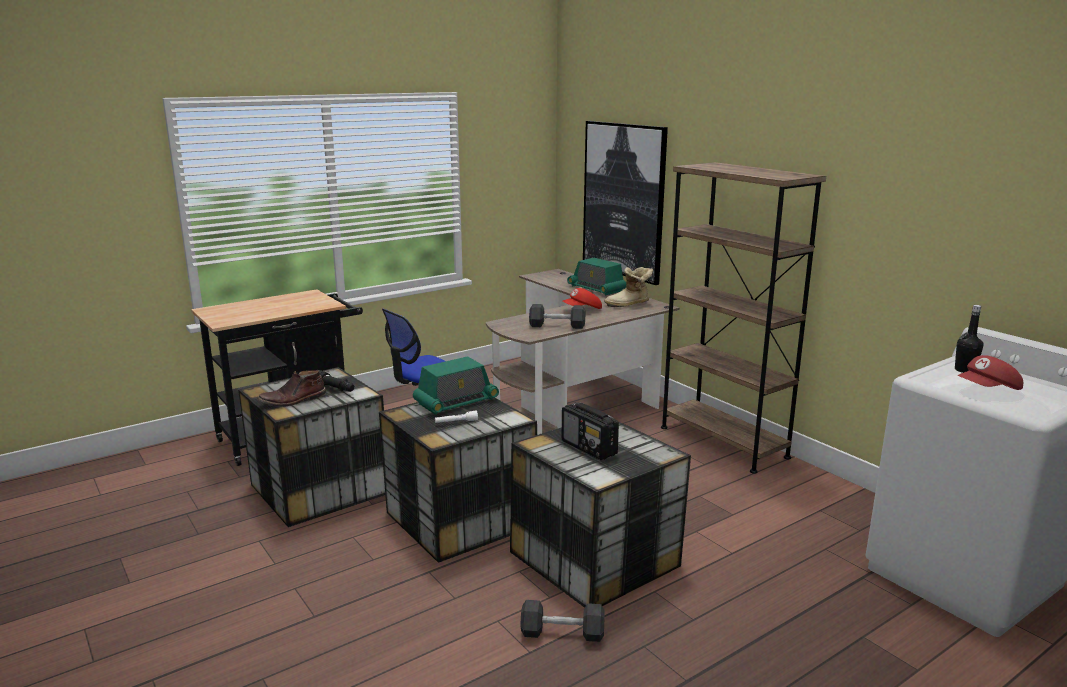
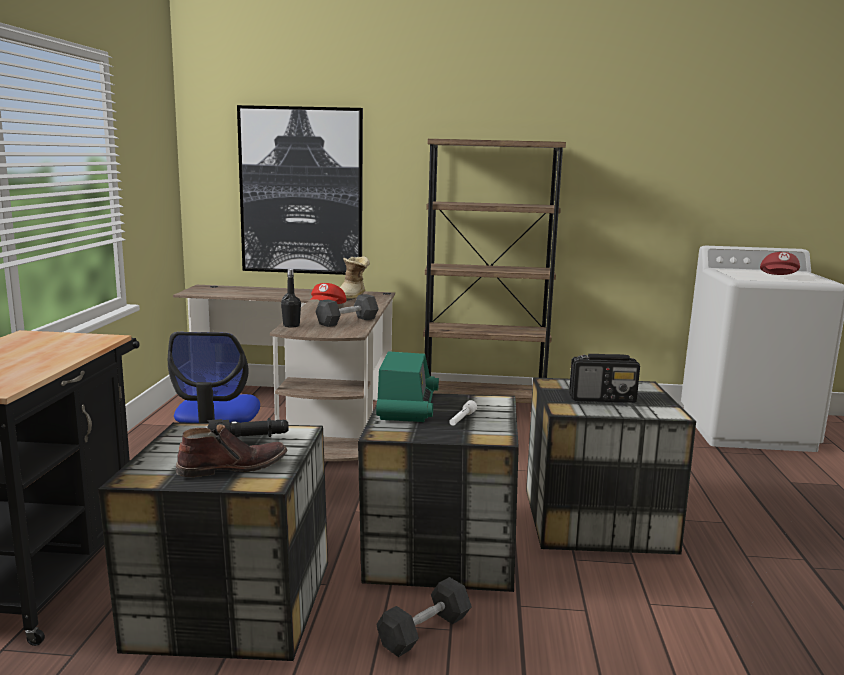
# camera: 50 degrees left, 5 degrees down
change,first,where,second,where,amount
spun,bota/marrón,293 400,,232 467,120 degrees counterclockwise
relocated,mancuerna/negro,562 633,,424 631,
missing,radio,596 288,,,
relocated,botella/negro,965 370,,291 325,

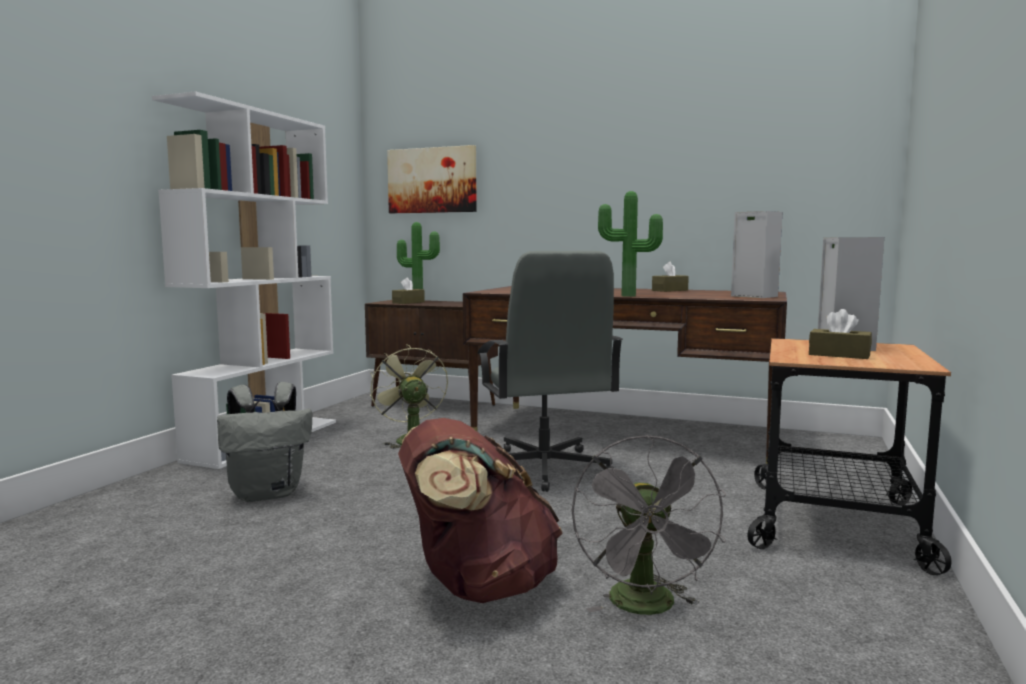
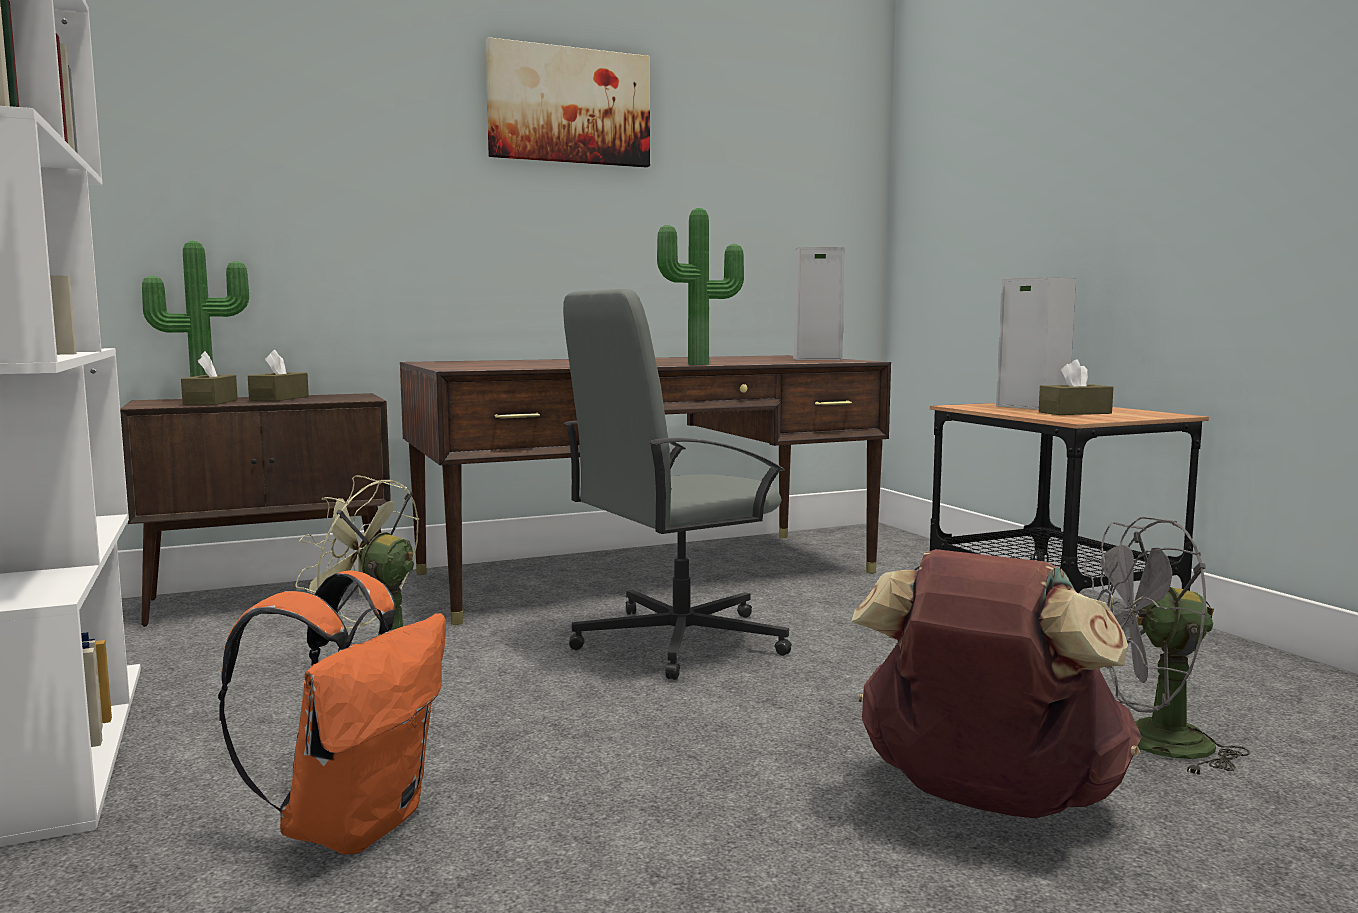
# camera: 45 degrees left, 0 degrees up
change,first,where,second,where,amount
colour,mochila/gris,268 493,mochila/naranja,353 825,
relocated,cuadro,432 180,,569 106,
spun,silla de oficina/gris,543 469,,676 641,120 degrees clockwise
spun,ventilador/gris,647 608,,1148 744,135 degrees clockwise
relocated,caja de pañuelos/marrón,670 290,,279 398,

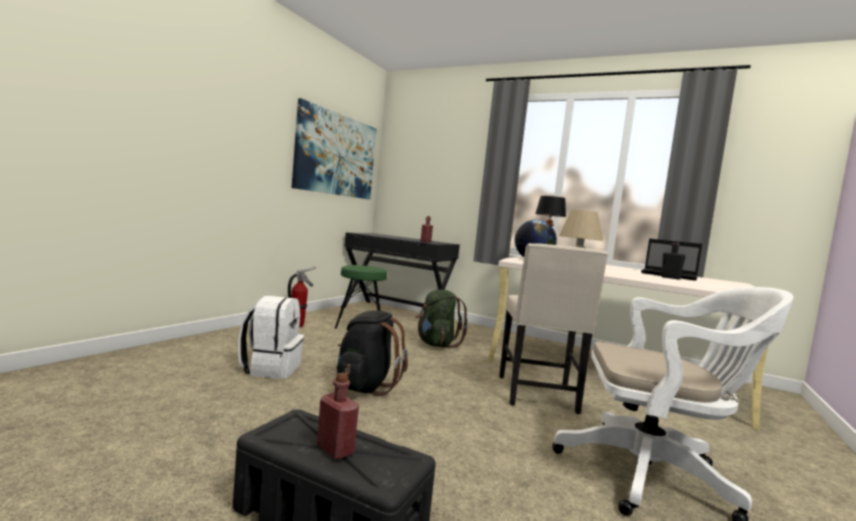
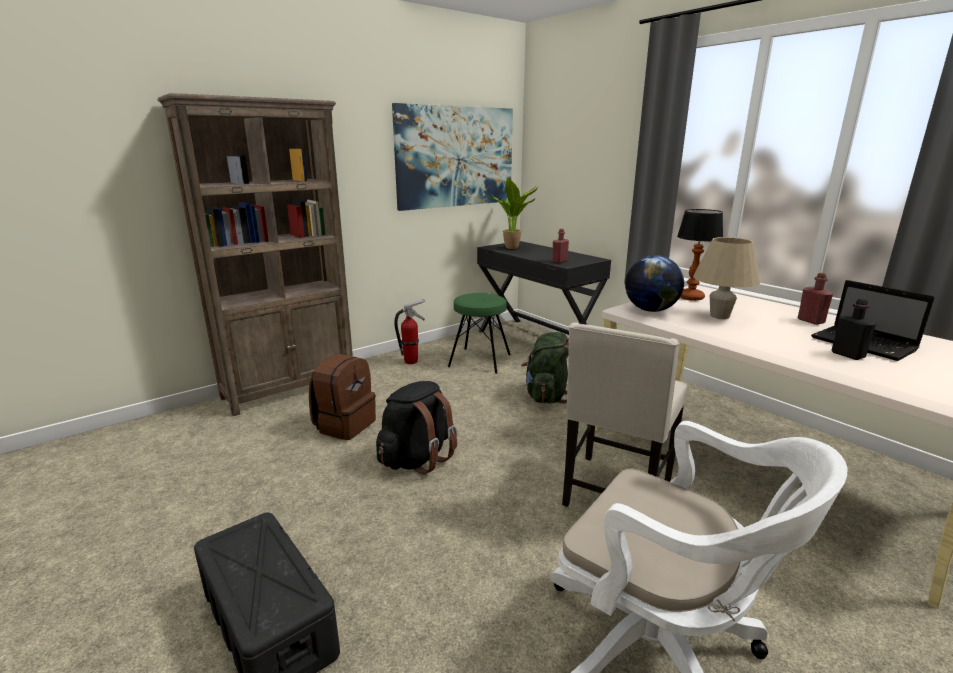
# camera: 25 degrees right, 15 degrees up
change,first,where,second,where,amount
colour,mochila/blanco,271 368,mochila/marrón,344 425,
relocated,botella/rojo,335 450,,810 321,
appeared,,,estantería/marrón,291 389,
appeared,,,planta en maceta,513 248,

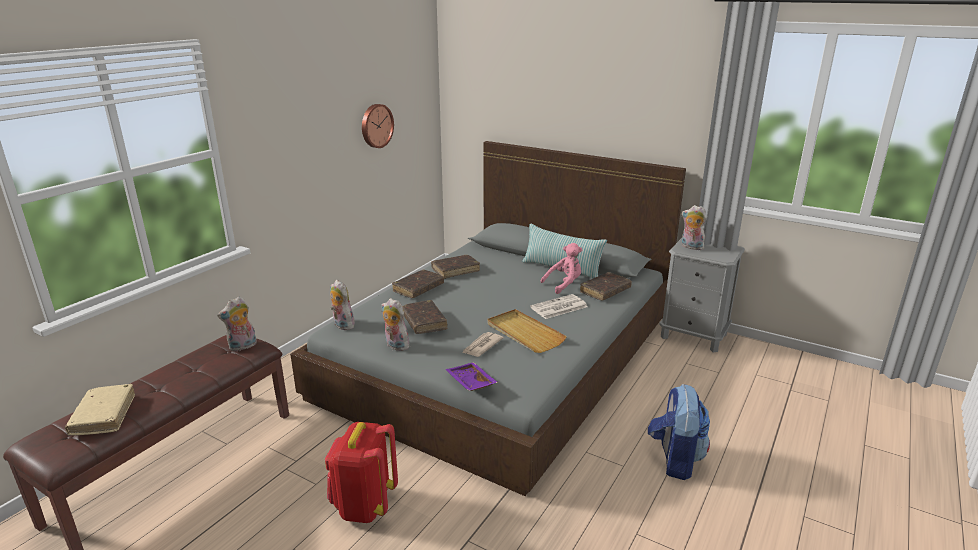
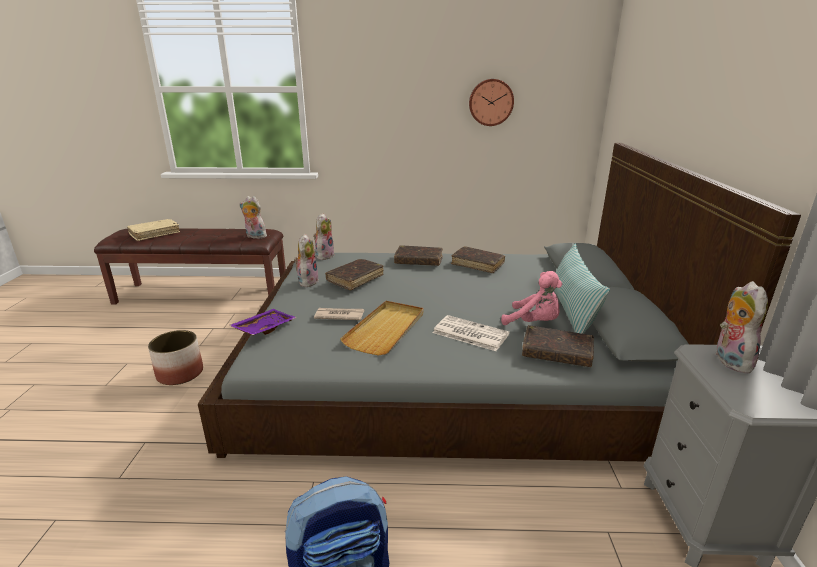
# camera: 60 degrees right, 0 degrees up
change,first,where,second,where,amount
exchanged,mochila/rojo,364 505,maceta,180 374,

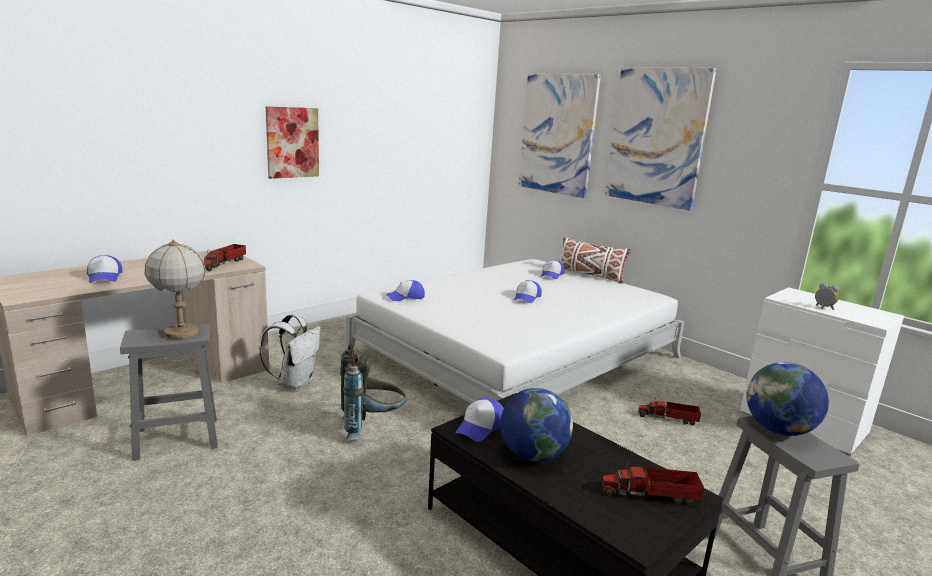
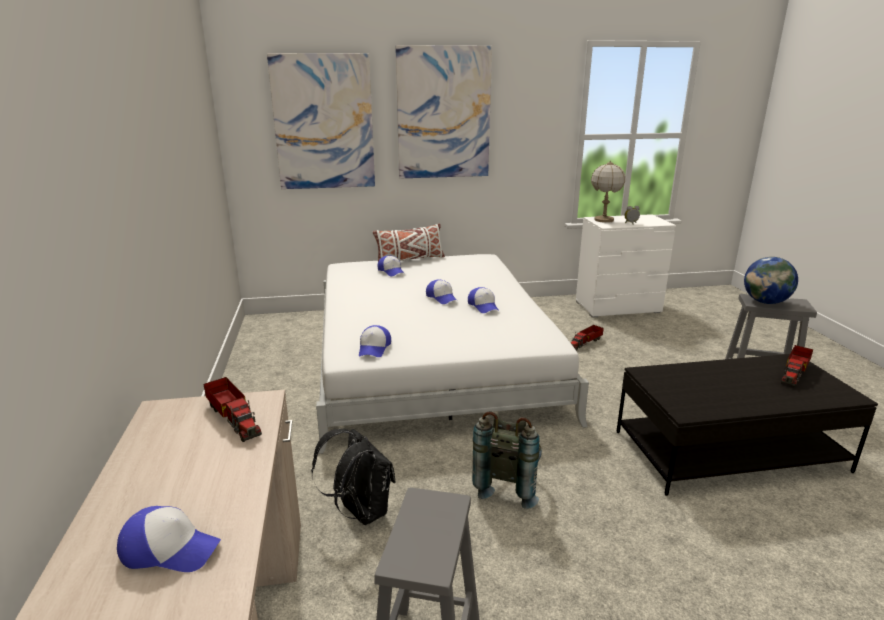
# camera: 55 degrees left, 5 degrees up
change,first,where,second,where,amount
relocated,lámpara de mesa,181 333,,604 220,
colour,mochila/blanco,295 383,mochila/negro,360 512,
missing,cuadro,292 142,,,
relocated,gorra,480 427,,483 306,
missing,globo terráqueo,532 455,,,

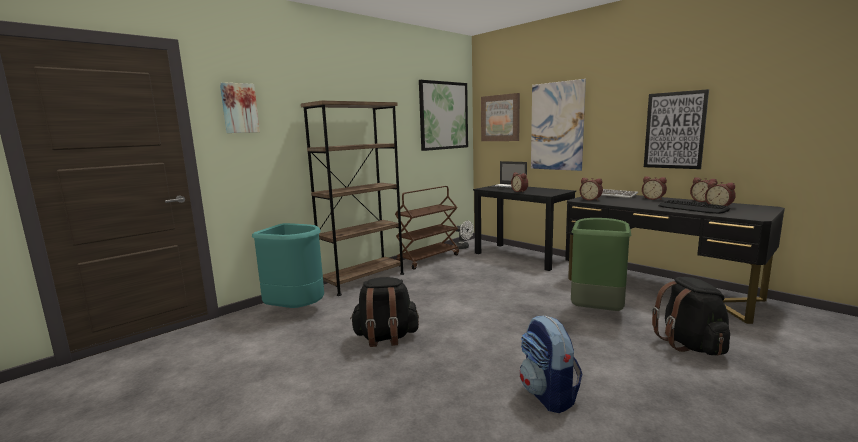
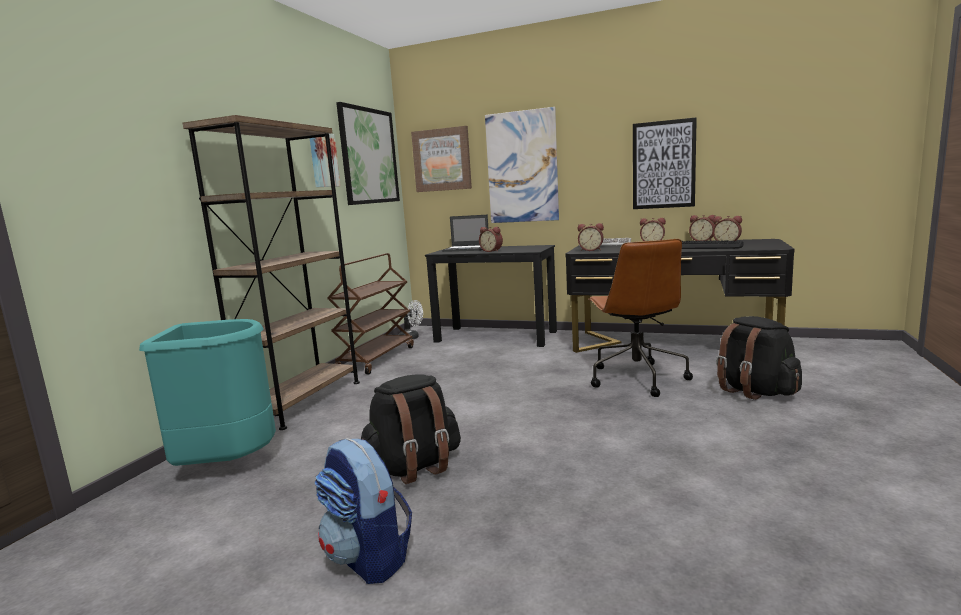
# camera: 25 degrees left, 0 degrees up
change,first,where,second,where,amount
relocated,cuadro,239 108,,323 160,
relocated,mochila,548 395,,368 558,
exchanged,papelera/verde,596 311,silla de oficina/marrón,636 378,

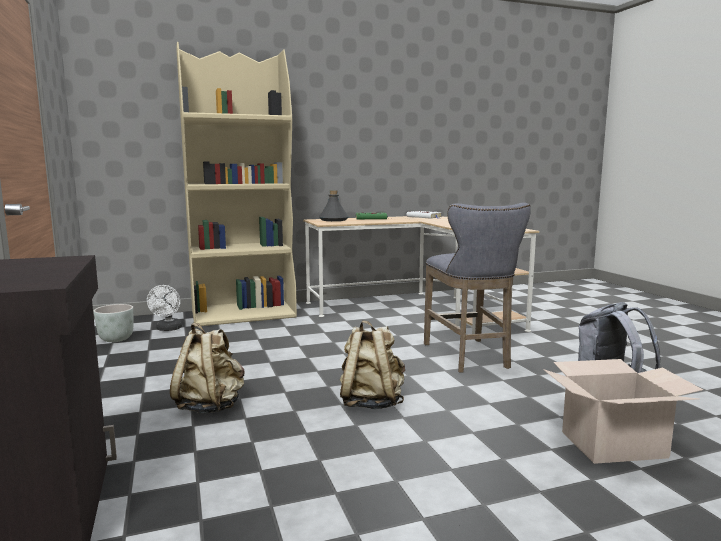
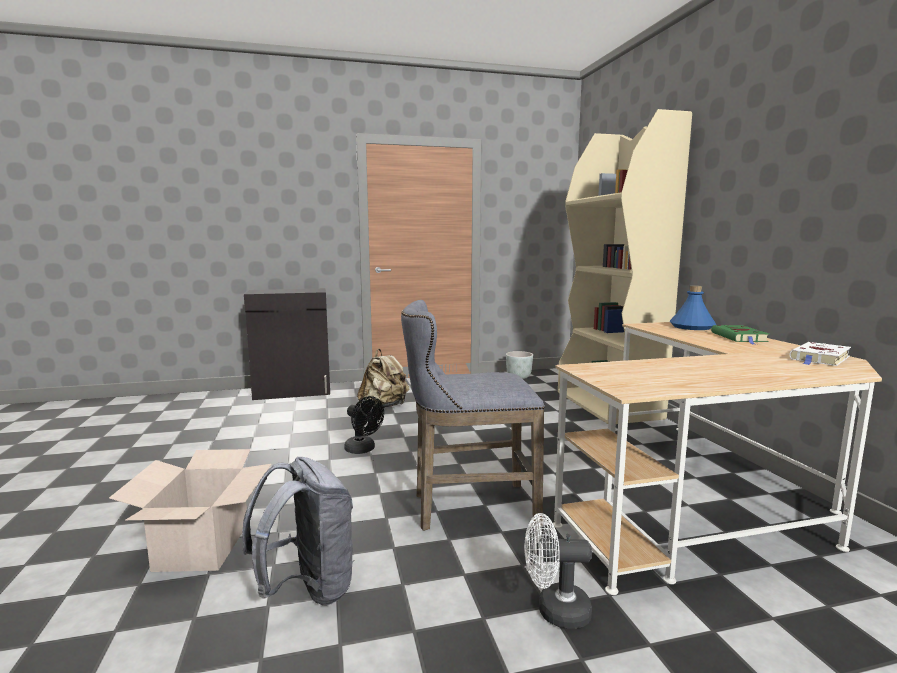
# camera: 95 degrees right, 0 degrees up
change,first,where,second,where,amount
relocated,ventilador/blanco,168 329,,555 611,
colour,botella/gris,333 220,botella/azul,692 327,
exchanged,mochila/beis,371 402,ventilador/negro,363 450,

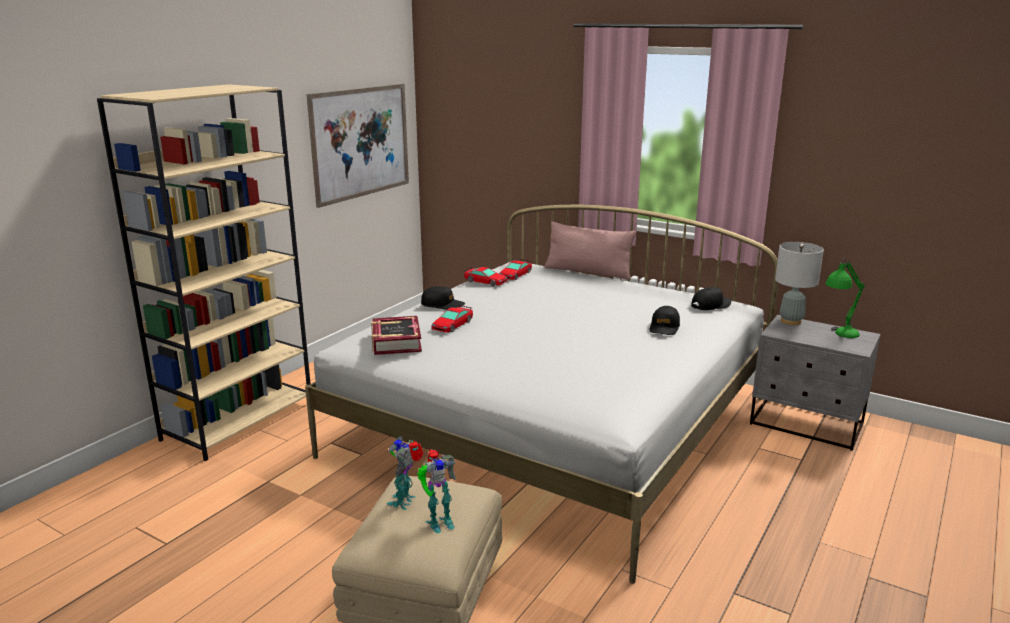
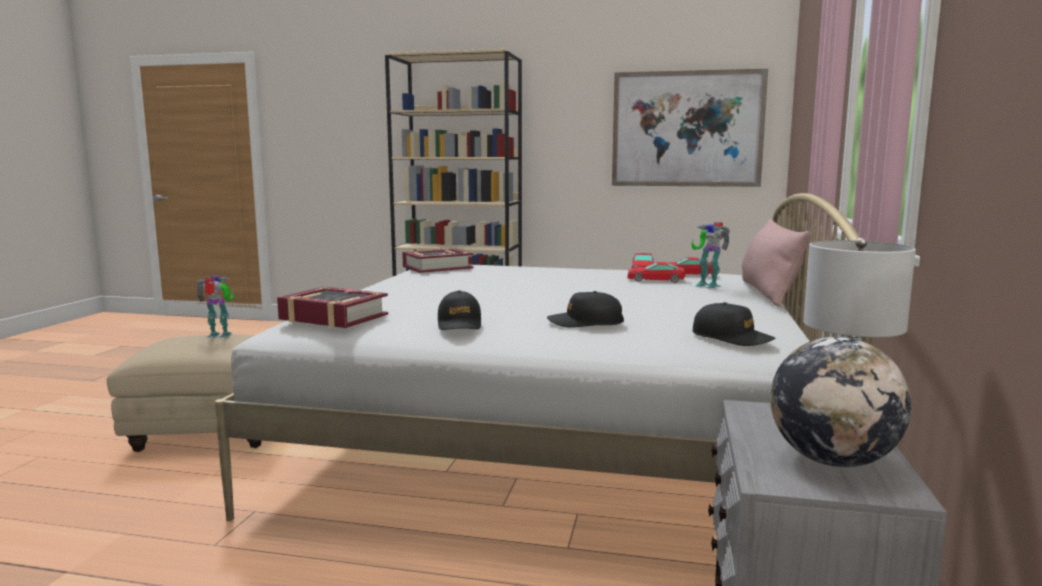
# camera: 70 degrees right, 10 degrees down
change,first,where,second,where,amount
relocated,robot de juguete,438 522,,707 285,
relocated,gorra/negro,442 305,,459 324,
relocated,coche de juguete,452 325,,656 280,
exchanged,lámpara de mesa/verde,838 336,globo terráqueo,833 461,
appeared,,,libro,333 317,

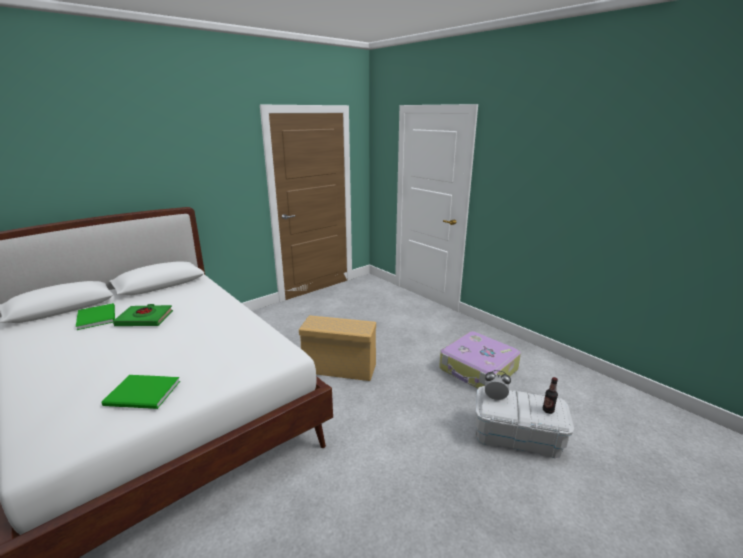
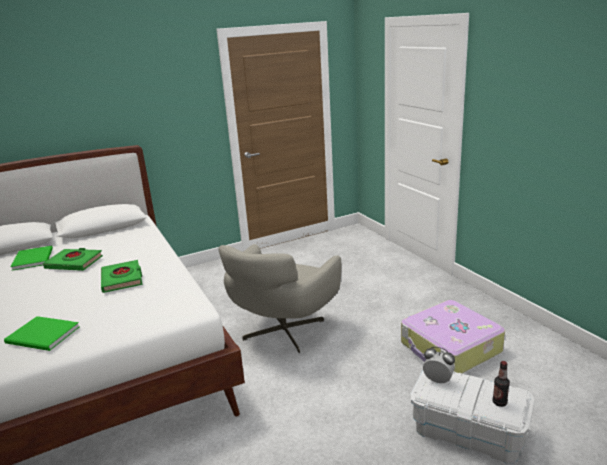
# camera: 15 degrees right, 0 degrees up
change,first,where,second,where,amount
exchanged,caja de almacenaje/beis,338 368,sillón/gris,282 332,
appeared,,,libro/verde,122 279,

